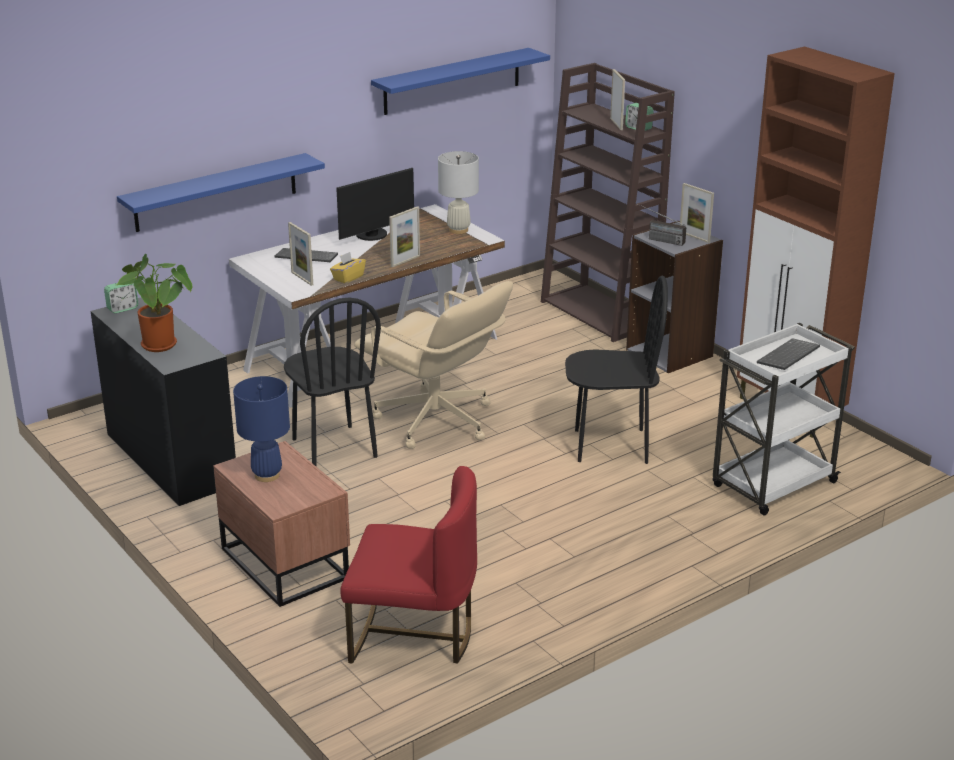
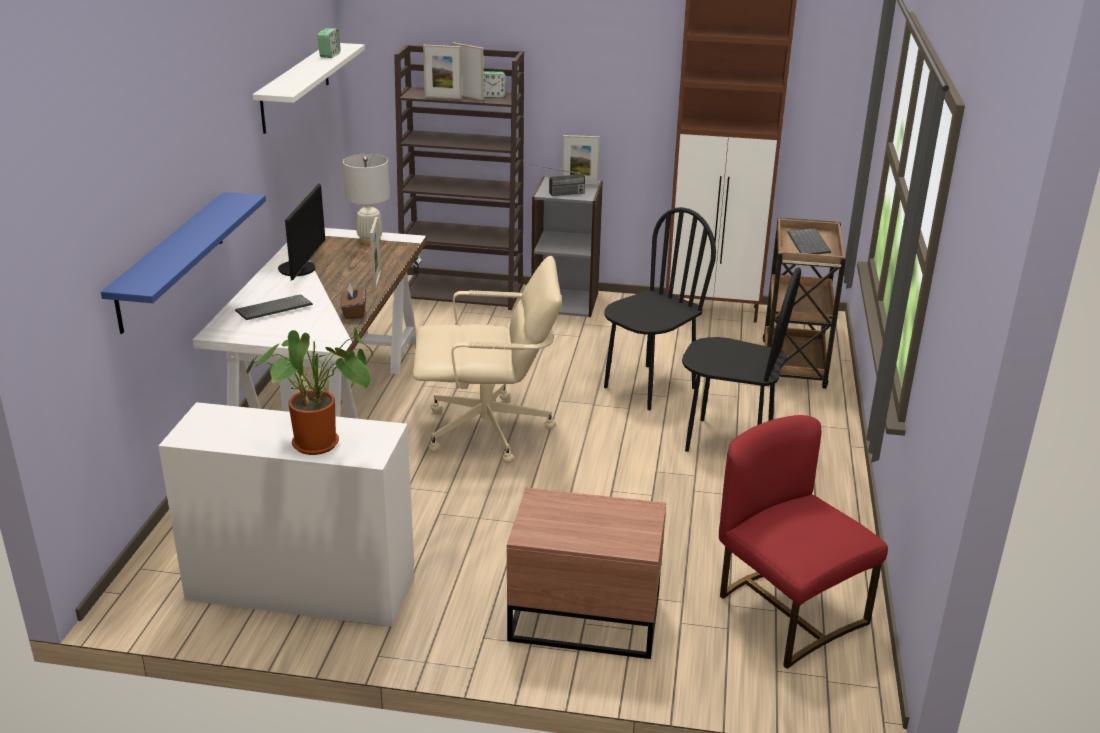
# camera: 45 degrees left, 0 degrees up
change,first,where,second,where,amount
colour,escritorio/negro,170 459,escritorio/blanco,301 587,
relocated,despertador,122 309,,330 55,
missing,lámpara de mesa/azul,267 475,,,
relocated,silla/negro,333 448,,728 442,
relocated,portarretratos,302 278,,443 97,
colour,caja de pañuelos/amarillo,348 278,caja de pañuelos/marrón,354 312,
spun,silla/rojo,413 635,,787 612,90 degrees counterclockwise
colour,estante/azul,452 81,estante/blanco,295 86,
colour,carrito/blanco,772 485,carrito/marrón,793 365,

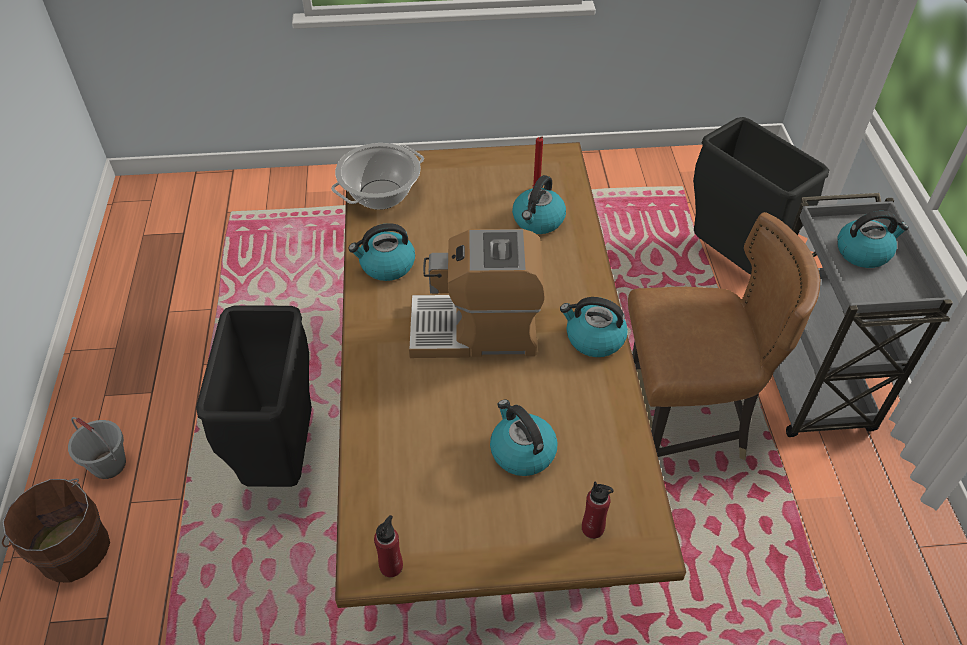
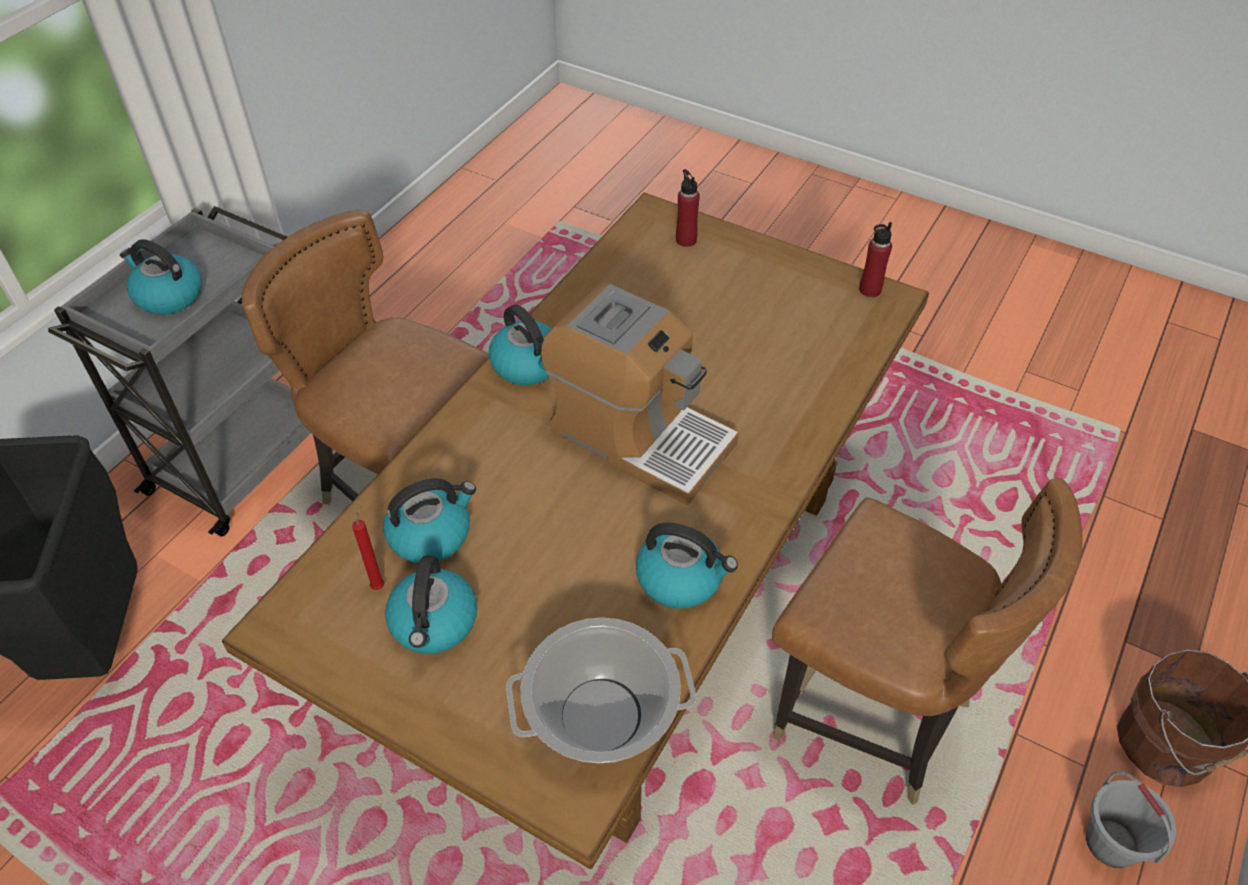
# camera: 145 degrees left, 0 degrees up
change,first,where,second,where,amount
exchanged,papelera/negro,281 459,silla/marrón,873 713,
relocated,hervidor,521 451,,434 623,

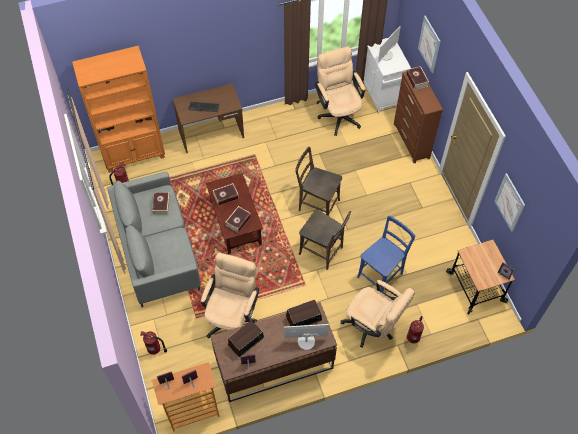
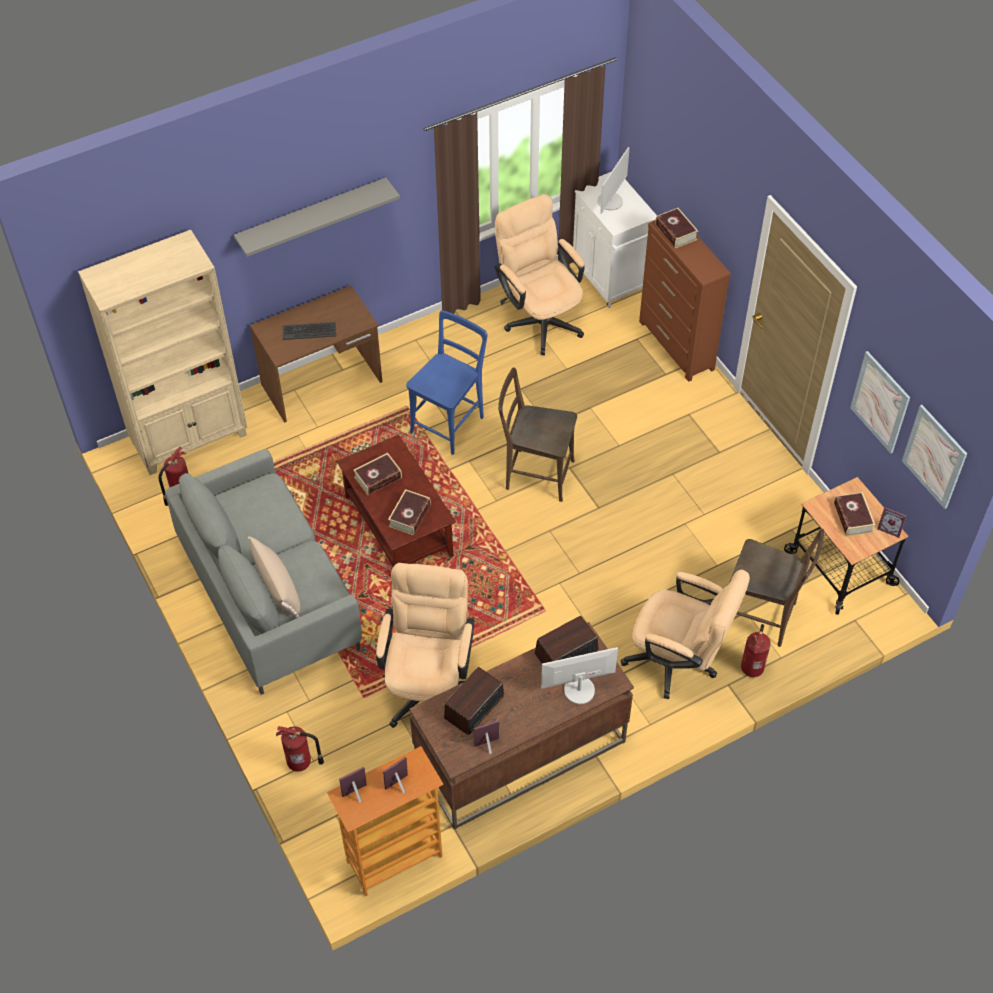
# camera: 10 degrees left, 5 degrees down
change,first,where,second,where,amount
colour,estantería/naranja,134 154,estantería/beis,190 438,
relocated,libro,161 205,,853 517,
relocated,silla/marrón,323 252,,763 617,
relocated,silla/azul,381 274,,449 422,
relocated,cuadro,429 44,,934 456,
appeared,,,estante/gris,312 216,
appeared,,,cojín/beis,277 586,

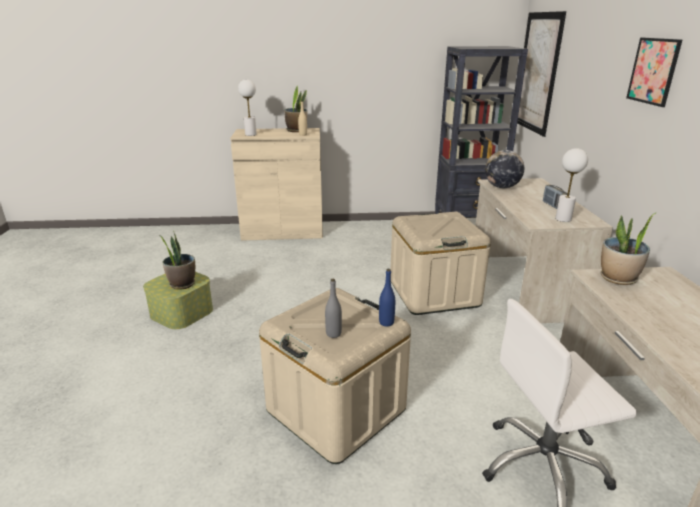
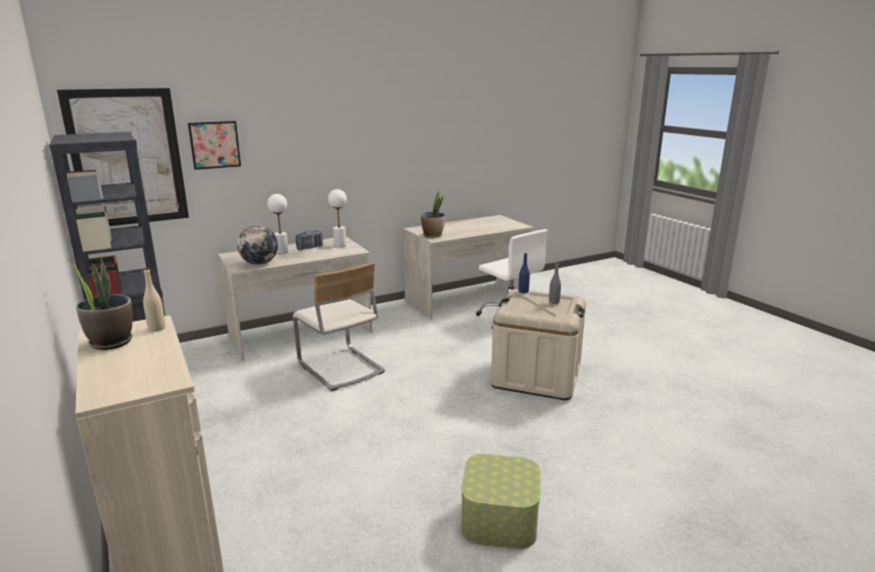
# camera: 115 degrees left, 5 degrees down
change,first,where,second,where,amount
missing,planta en maceta,182 284,,,
relocated,lámpara de mesa/blanco,250 134,,281 252,
exchanged,caja de almacenaje/beis,434 293,silla/beis,340 368,
relocated,cuadro,653 71,,215 145,

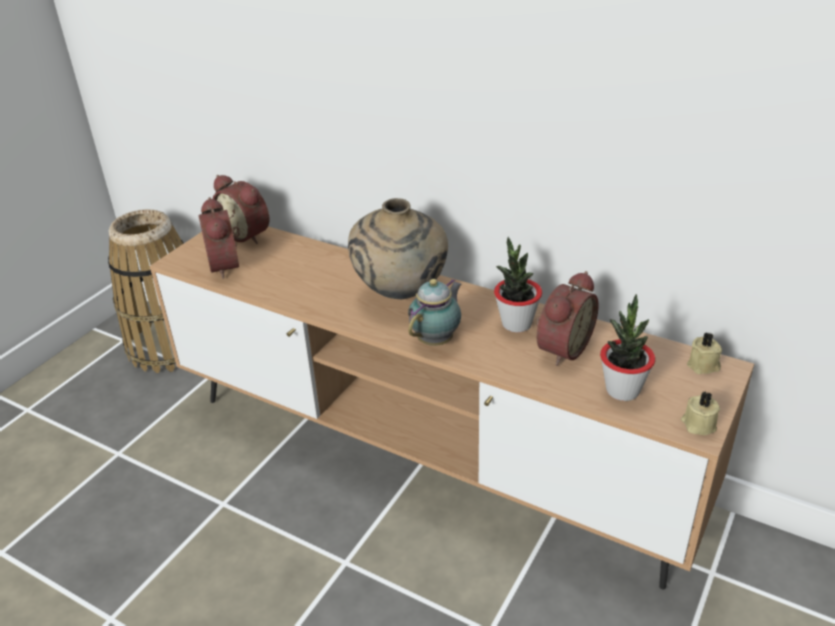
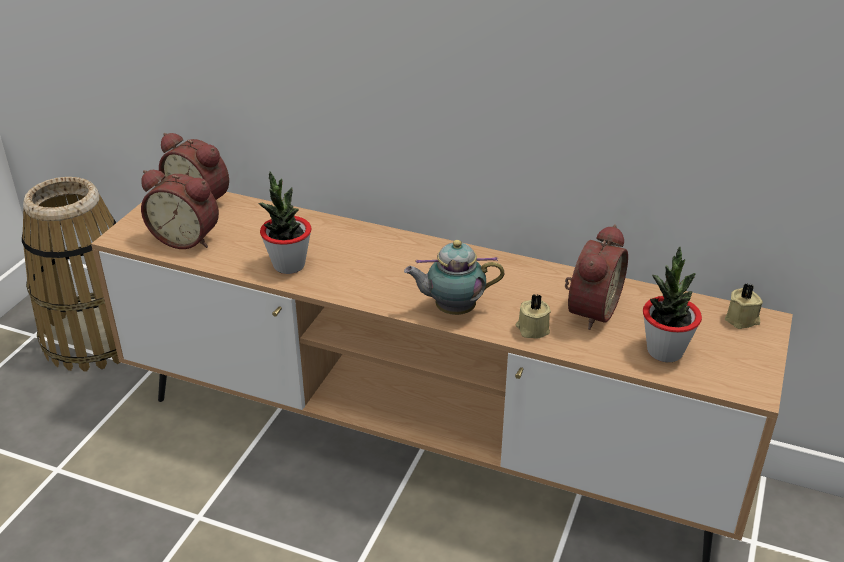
# camera: 10 degrees left, 0 degrees up
change,first,where,second,where,amount
spun,despertador,228 265,,187 238,45 degrees counterclockwise
missing,florero/beis,401 294,,,
spun,tetera,437 340,,452 309,120 degrees counterclockwise
relocated,planta en maceta,516 324,,288 265,
relocated,vela/beis,698 424,,532 329,

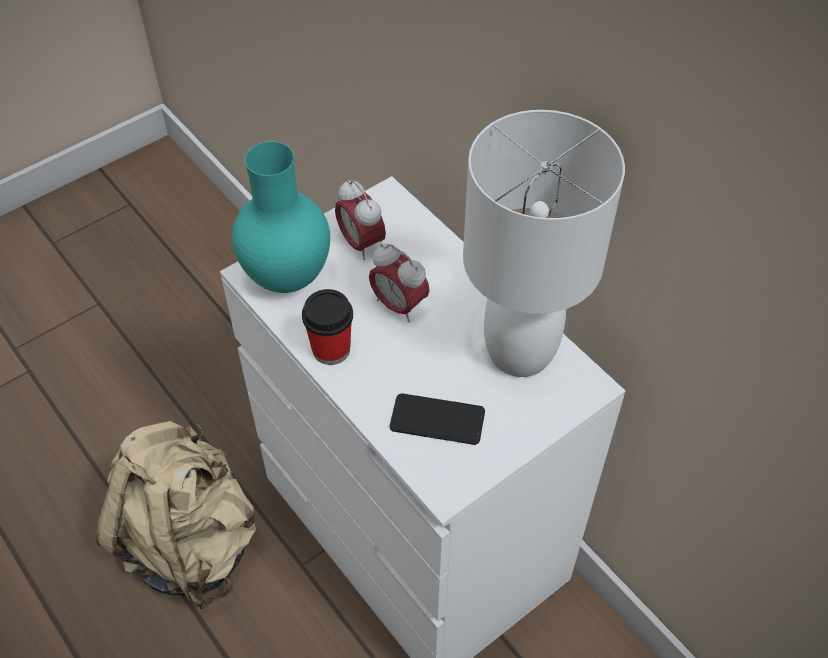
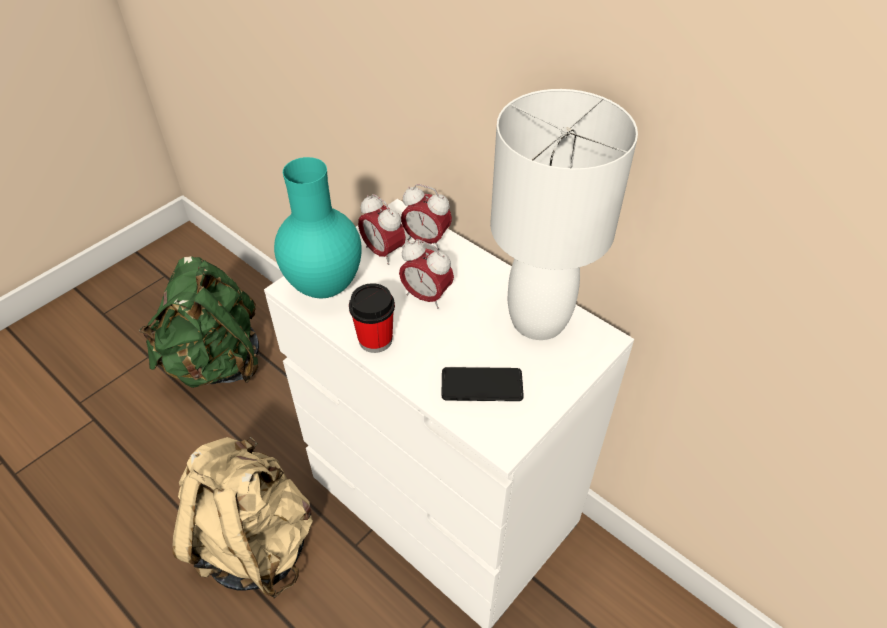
# camera: 10 degrees left, 5 degrees down
change,first,where,second,where,amount
appeared,,,mochila/verde,216 363,
appeared,,,despertador,426 240,

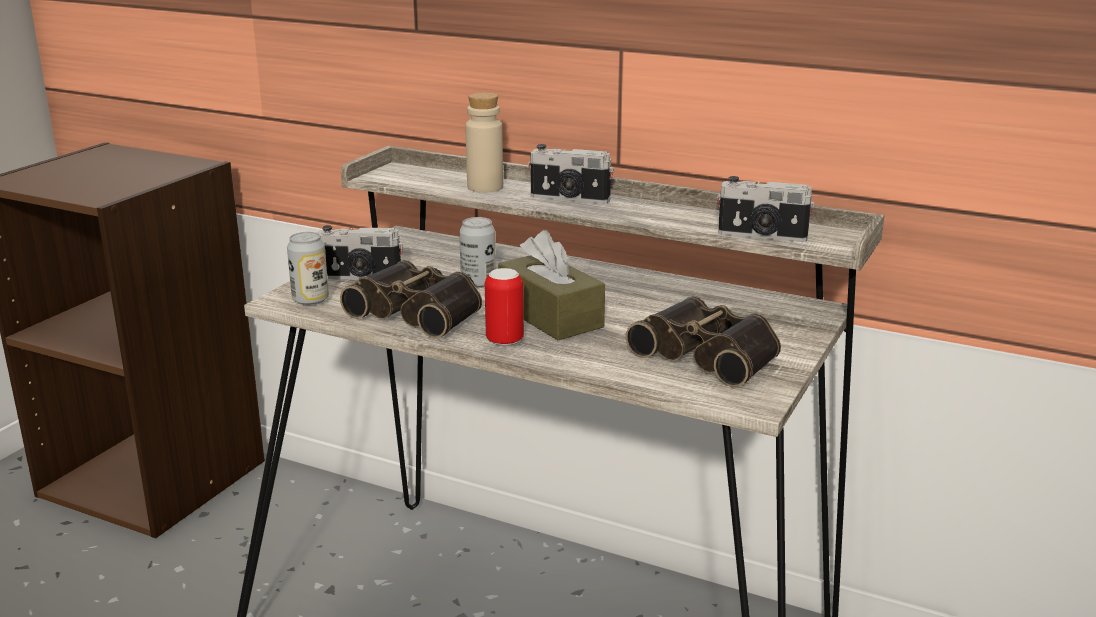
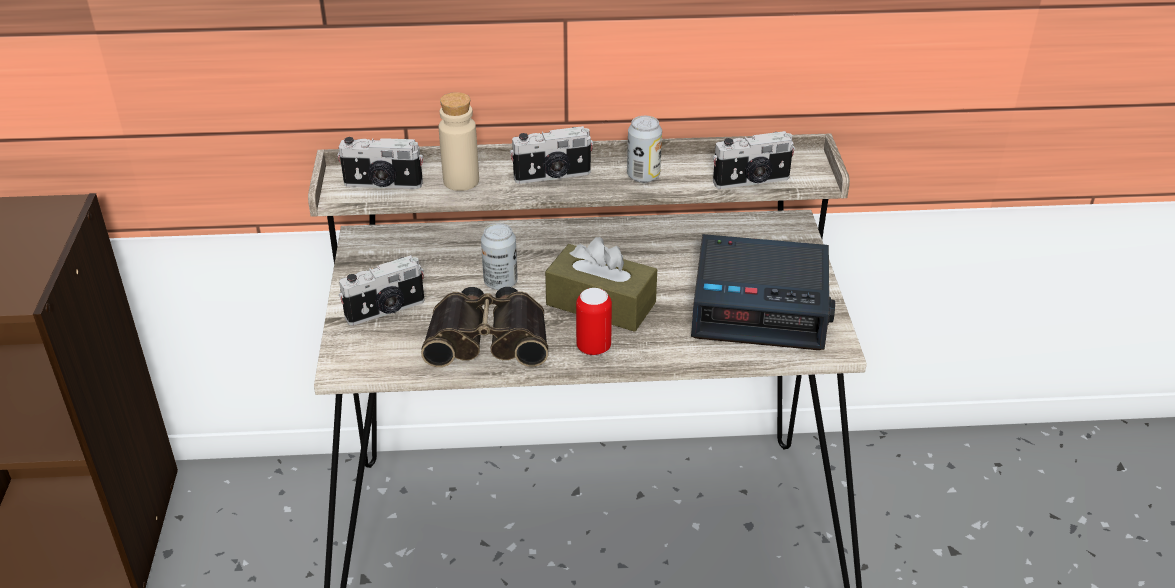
# camera: 30 degrees left, 15 degrees up
change,first,where,second,where,amount
relocated,lata,310 300,,643 176,
exchanged,prismáticos,711 354,despertador,761 305,
appeared,,,cámara,383 184,

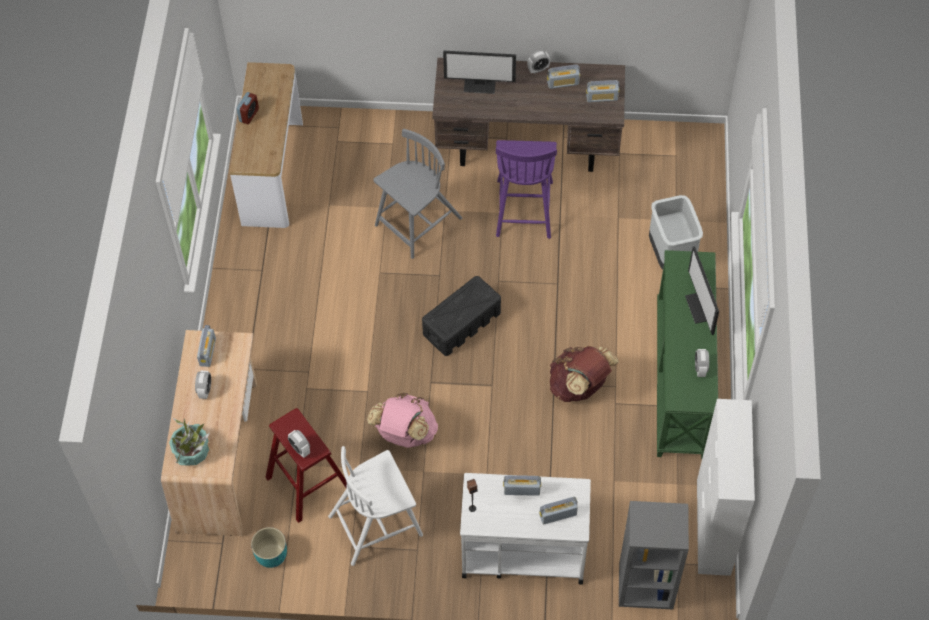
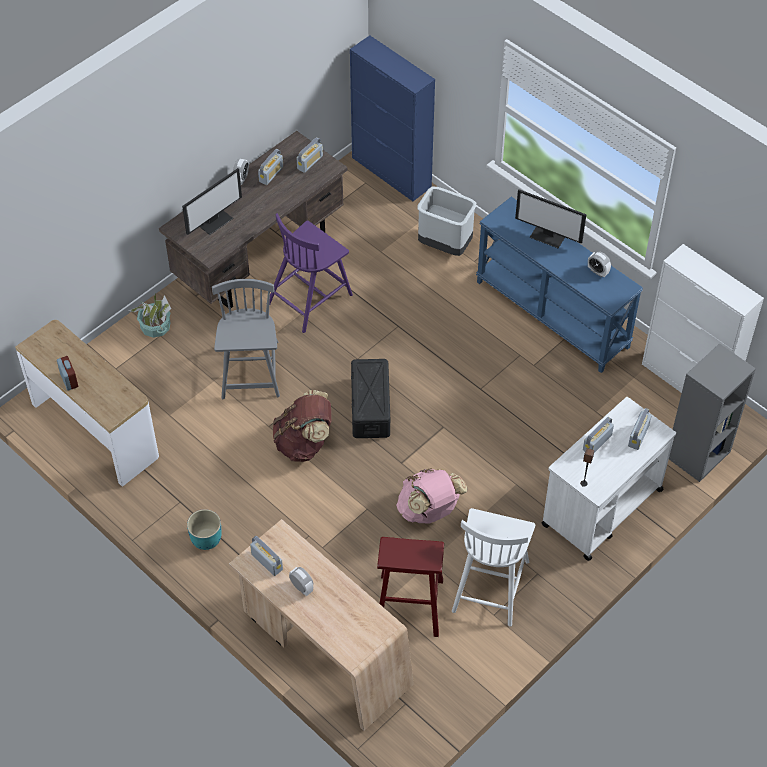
# camera: 50 degrees left, 5 degrees down
change,first,where,second,where,amount
relocated,planta en maceta,192 451,,155 327,
relocated,maceta/turquesa,271 554,,205 538,
missing,despertador,300 449,,,
spun,silla/morado,524 207,,310 298,90 degrees clockwise
relocated,mochila/marrón,579 386,,304 443,
colour,mesa consola/verde,681 380,mesa consola/azul,553 314,
appeared,,,armario/azul,391 172,

